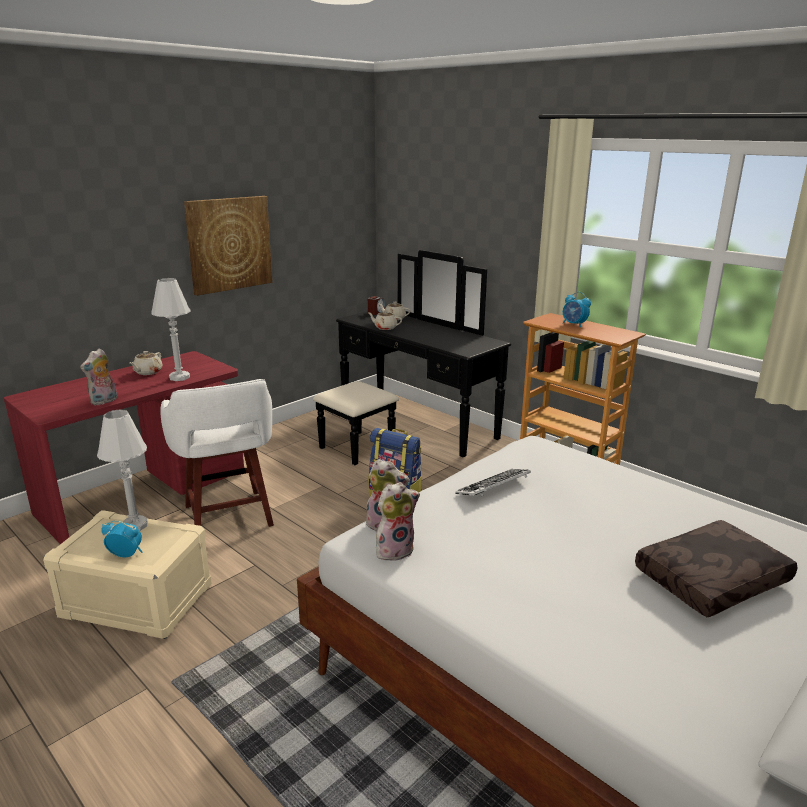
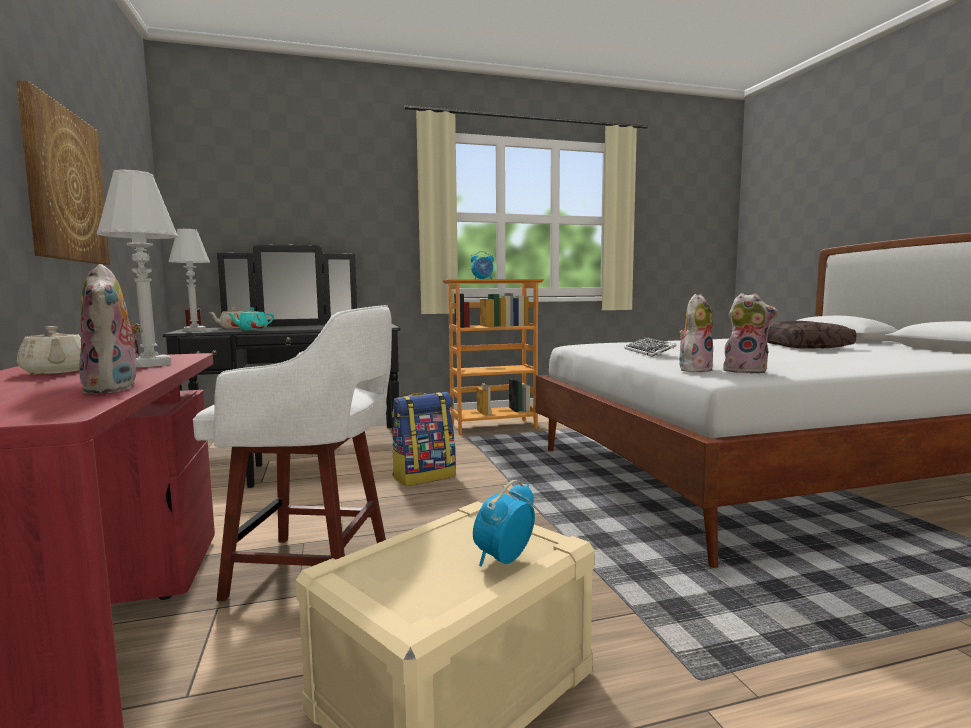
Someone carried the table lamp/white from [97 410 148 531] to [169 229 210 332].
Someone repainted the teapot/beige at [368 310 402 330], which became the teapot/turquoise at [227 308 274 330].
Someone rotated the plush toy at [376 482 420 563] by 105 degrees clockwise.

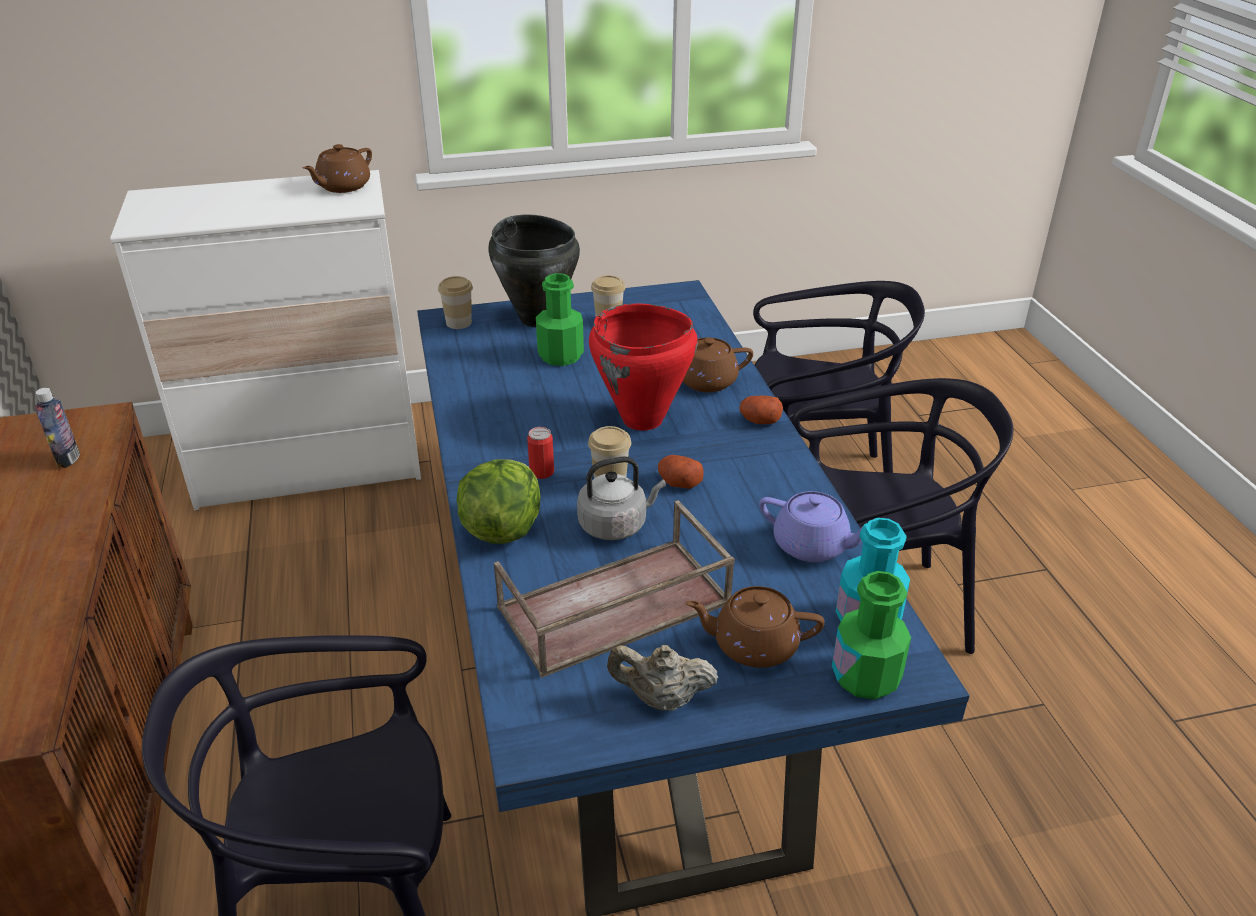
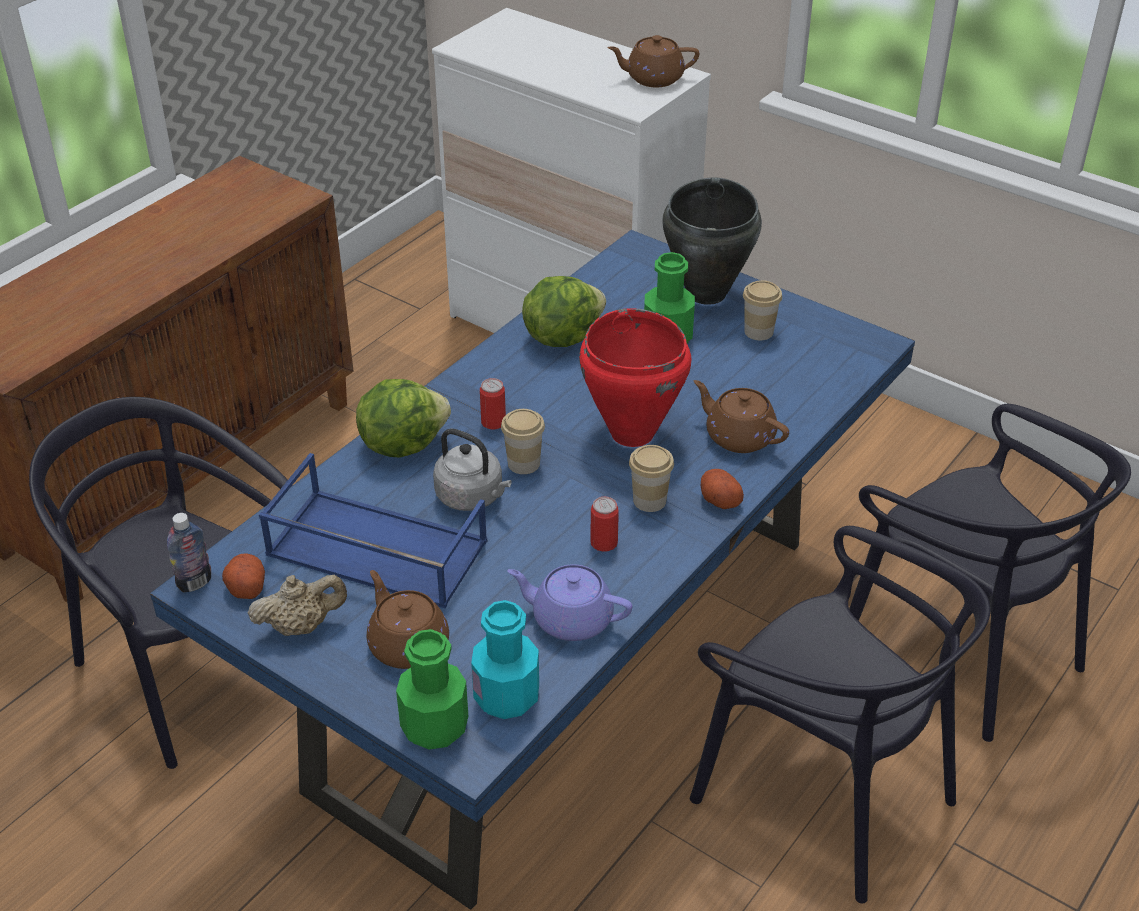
Someone carried the bottle from [36 388 80 468] to [167 513 211 593].
Someone carried the cup from [438 276 473 329] to [629 445 674 512].
Someone repainted the tray/brown at [494 500 735 678], which became the tray/blue at [259 453 487 608].
Someone rotated the teapot/beige at [607 645 718 711] by 105 degrees clockwise.
Someone carried the potato from [658 455 704 489] to [222 553 265 599].
Someone rotated the teapot/purple at [759 491 862 562] by 120 degrees clockwise.
Someone put down the lettuce at [522 276 606 347].
Someone put down the can at [590 497 619 552].

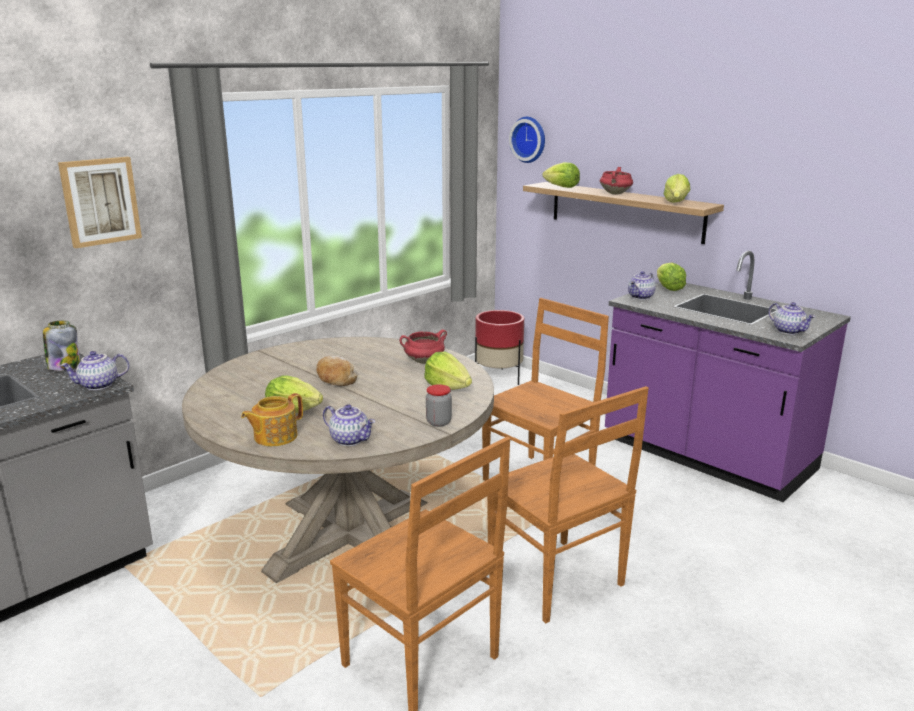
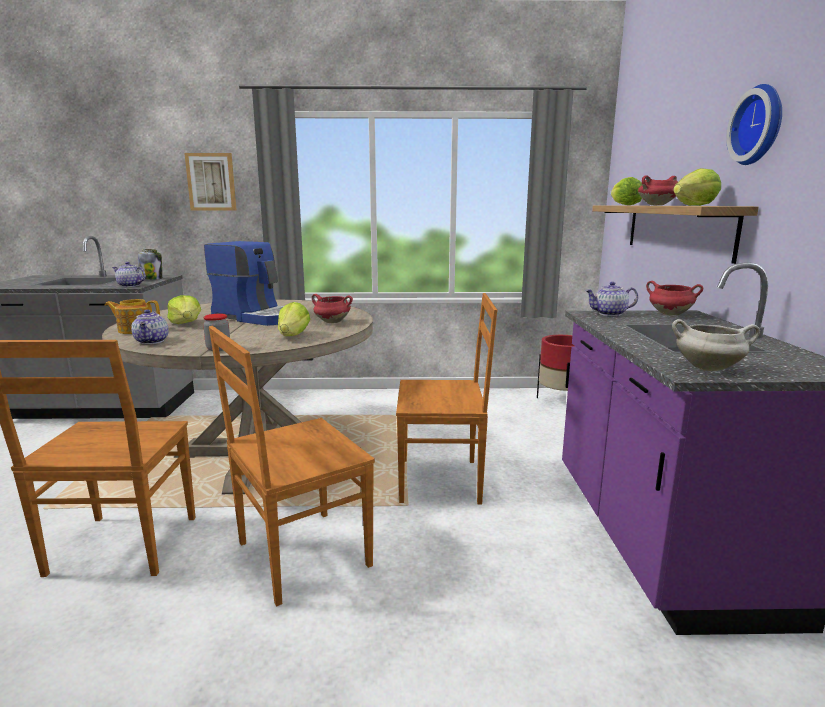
Someone swapped the bread at [316 356 357 386] for the coffee machine at [204 241 284 326].
Someone rotated the chair/brown at [487 386 649 623] by 45 degrees clockwise.
Someone carried the wall clock from [509 117 545 163] to [726 84 782 165].
Someone swapped the lettuce at [657 262 686 291] for the cooking pot/red at [646 281 703 316].
Someone swapped the teapot at [769 302 816 335] for the cooking pot/white at [672 319 760 371].

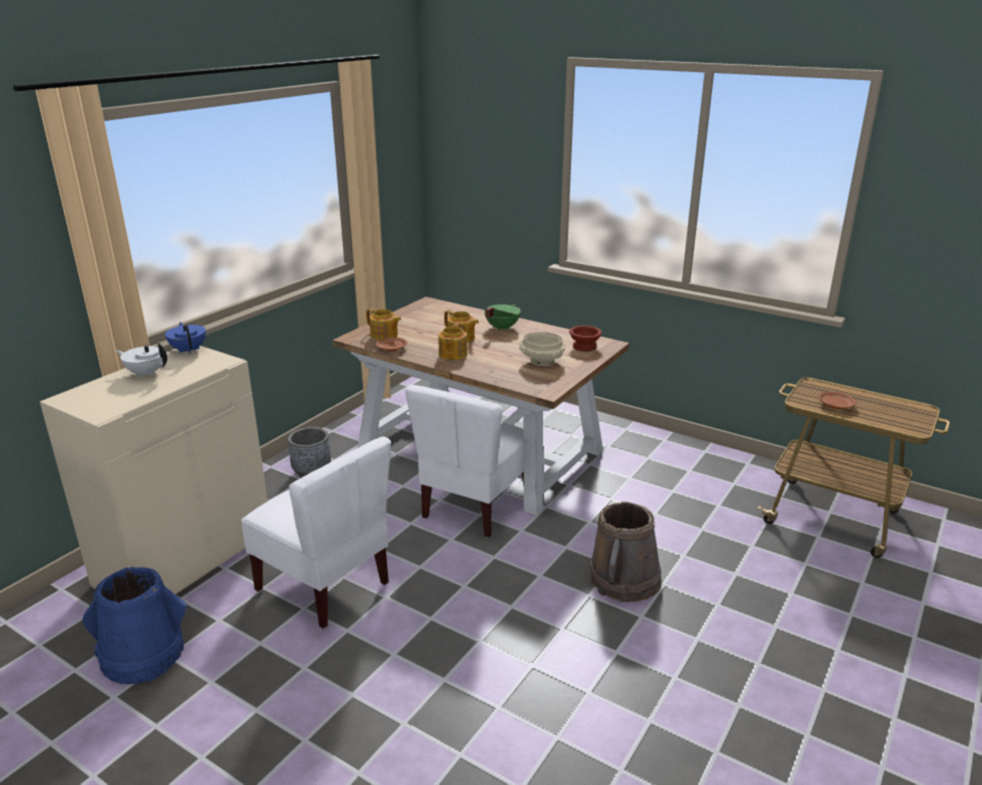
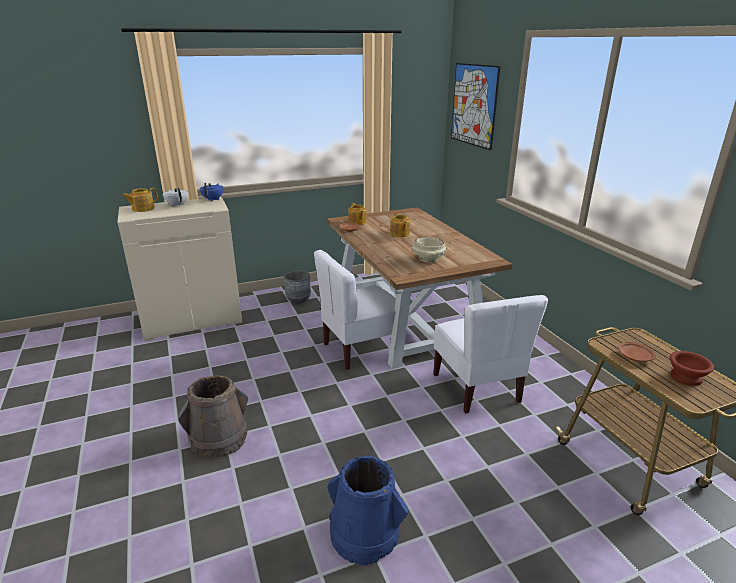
Someone carried the bucket/blue from [82 567 187 685] to [328 456 409 566].
Someone carried the chair/white from [241 436 391 629] to [433 295 548 414].
Someone carried the teapot from [438 323 468 360] to [122 187 158 212].
Someone took away the cooking pot/green at [484 304 521 330].
Someone carried the bowl/brown from [569 325 602 351] to [669 351 714 386].
Someone carried the bucket/brown from [590 502 662 602] to [178 375 248 458].
Someone put up the picture at [451 63 500 150].

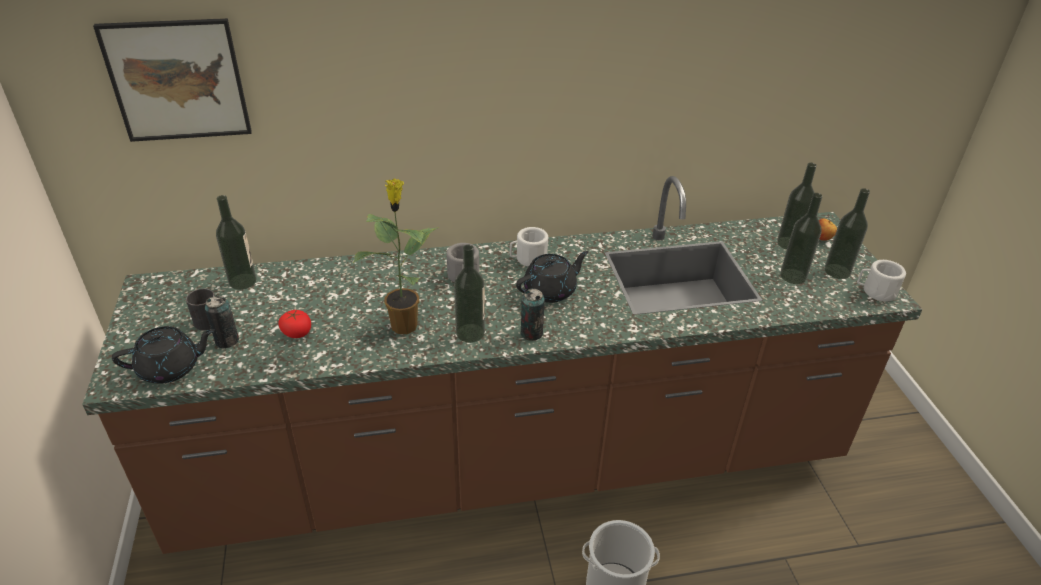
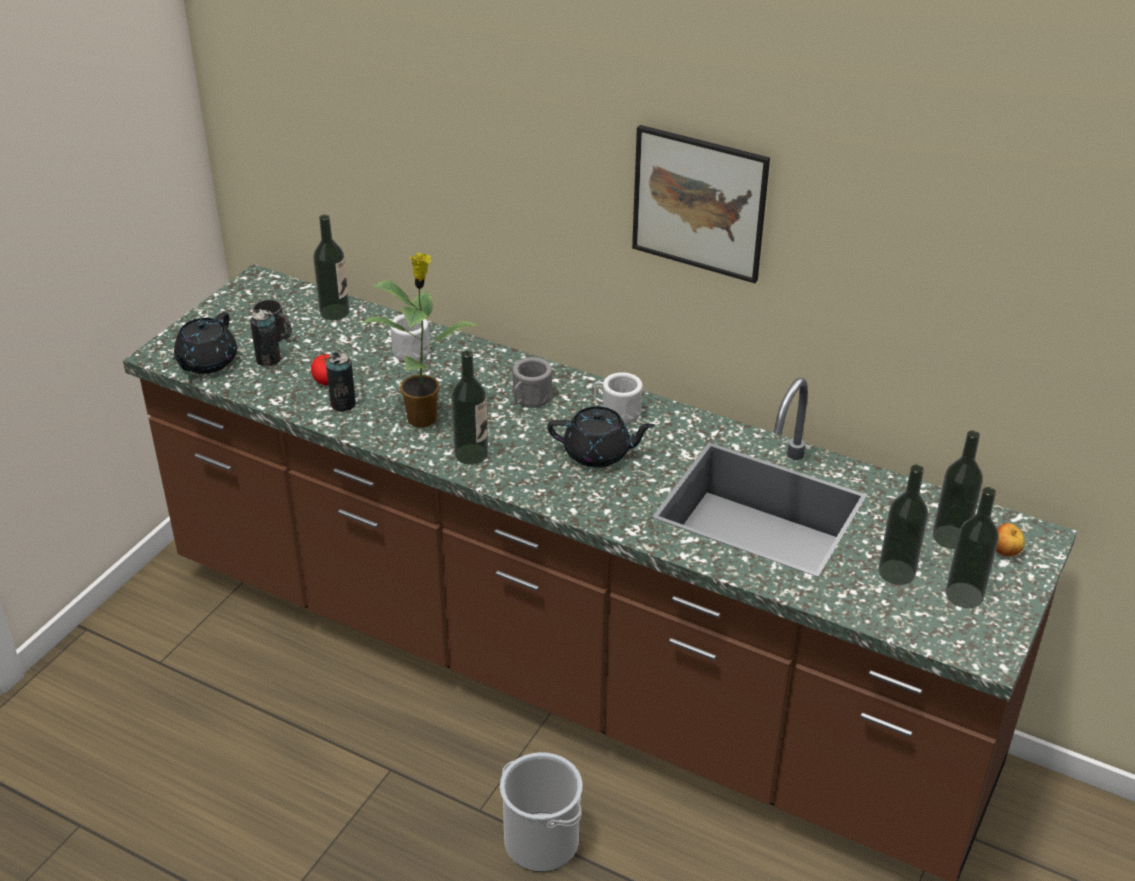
Someone carried the picture from [93 18 252 142] to [632 125 770 283].
Someone rotated the teapot/black at [112 326 215 383] by 90 degrees clockwise.
Someone carried the can from [520 289 545 341] to [326 352 356 411].
Someone carried the mug/white from [857 260 906 302] to [390 314 430 361].

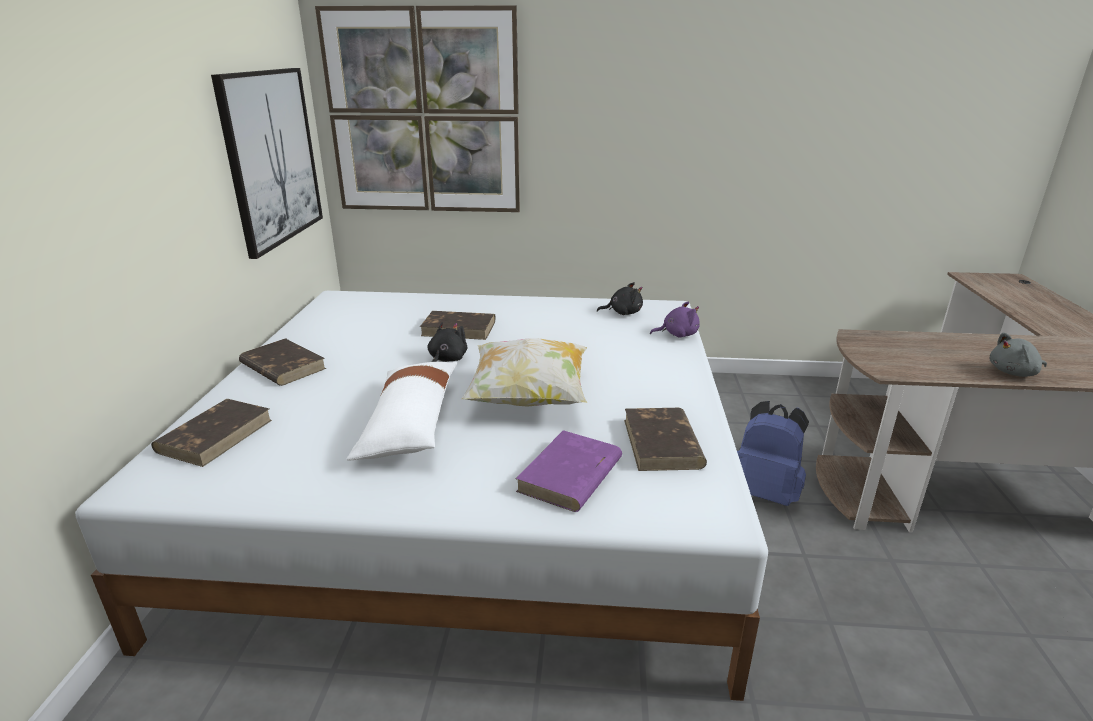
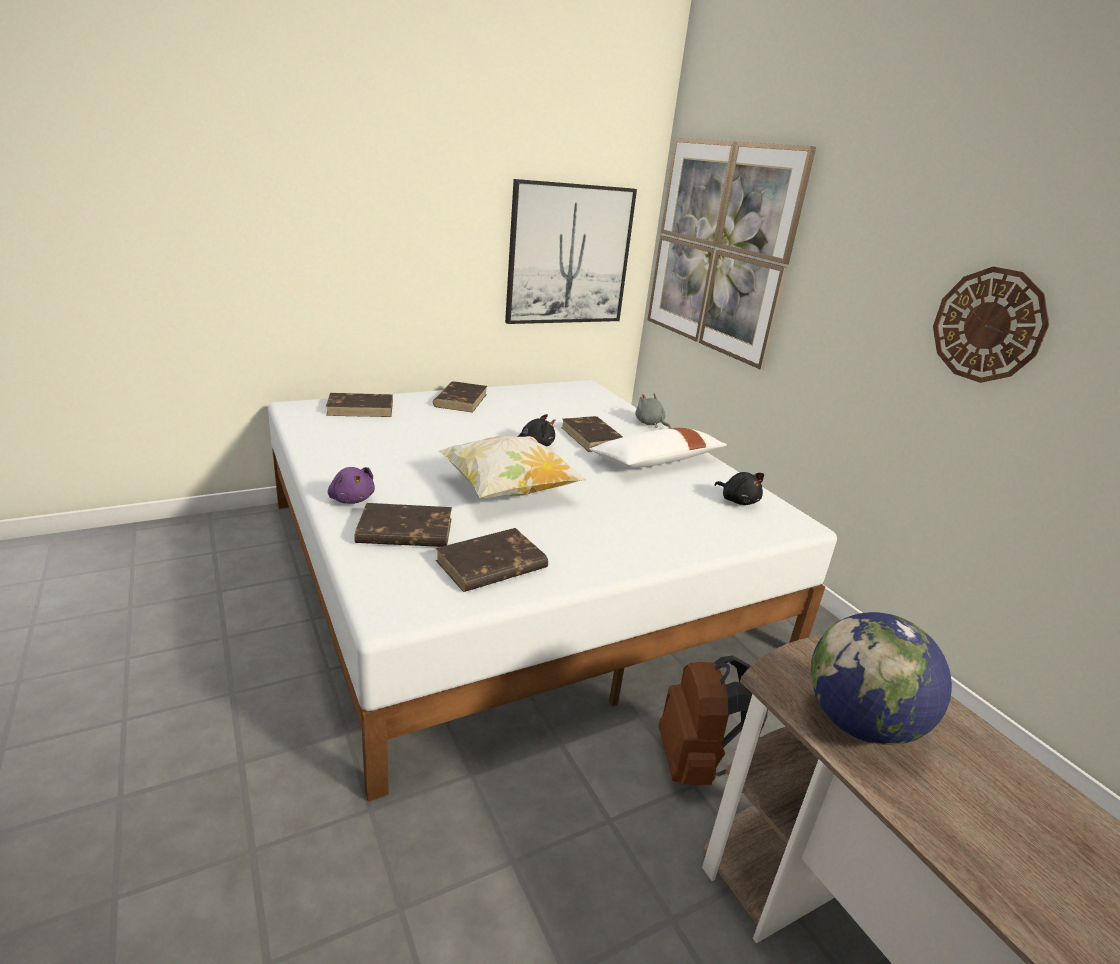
Someone carried the pillow/white from [346 362 457 461] to [589 428 727 468].
Someone repainted the book/purple at [516 430 622 512], which became the book/brown at [354 503 452 547].
Someone carried the plush toy/purple from [650 301 700 337] to [328 467 375 504].
Someone repainted the backpack/blue at [737 401 809 506], which became the backpack/brown at [659 656 768 785].
Someone carried the plush toy/grey from [989 333 1047 377] to [635 394 671 428].
Someone put down the globe at [811 612 952 745].
Someone put up the wall clock at [933 267 1049 383].

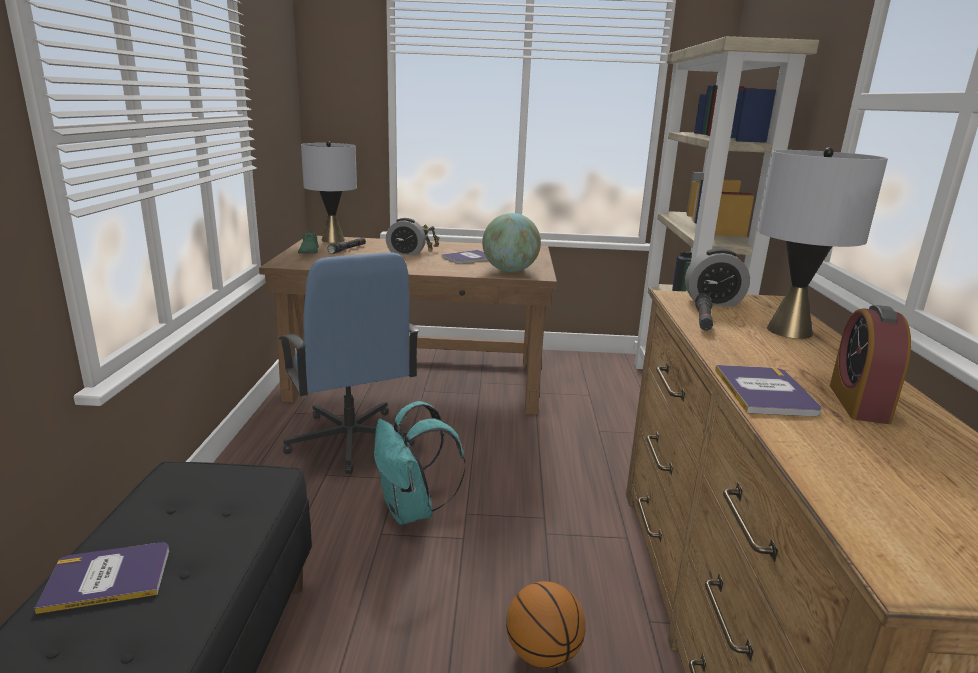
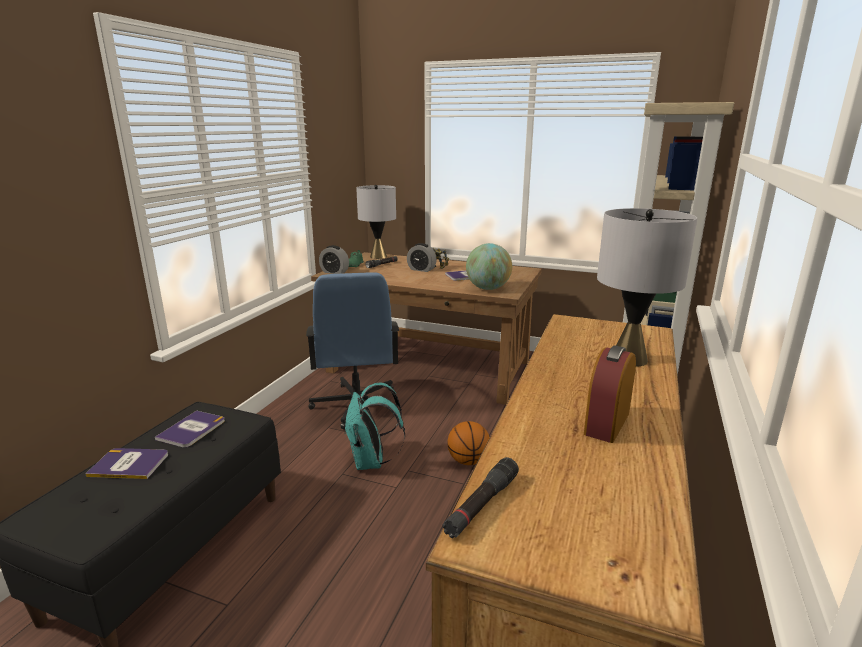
Someone carried the basketball from [506 581 586 668] to [447 421 490 465].
Someone carried the alarm clock from [685 248 750 307] to [319 245 349 274].
Someone carried the flashlight/black from [695 293 713 331] to [442 457 519 538].
Someone carried the book from [715 365 822 416] to [155 411 225 448].

